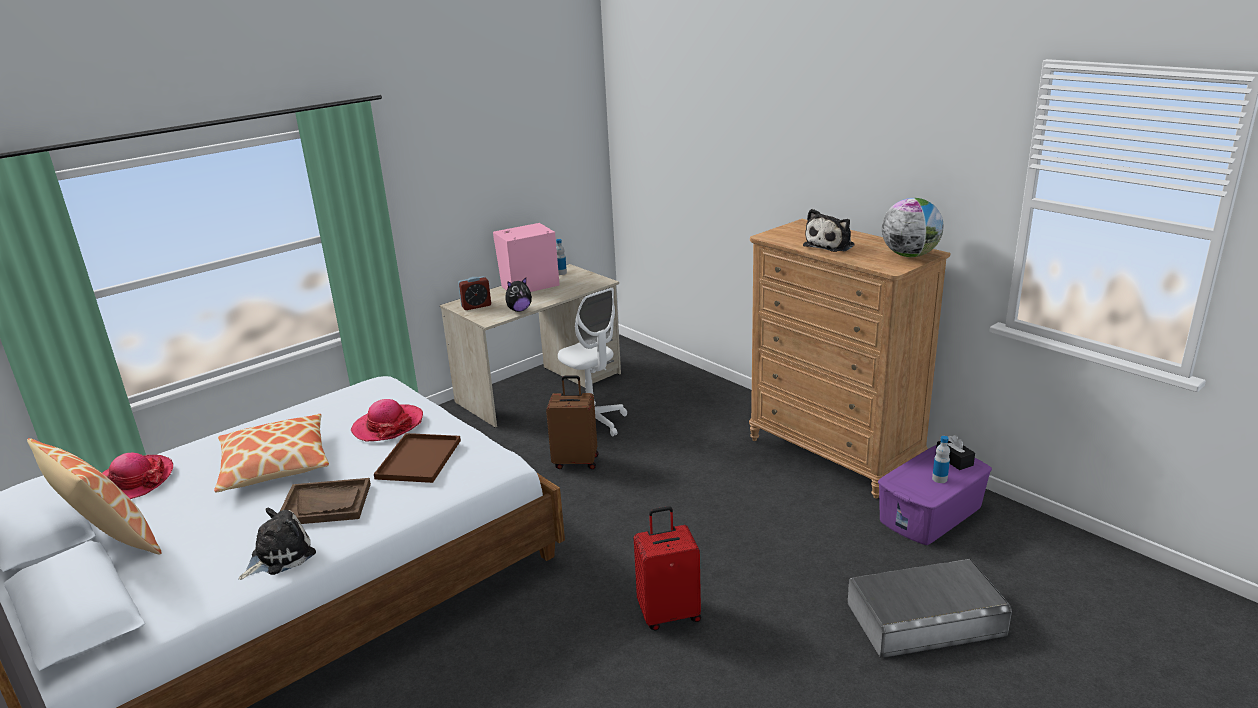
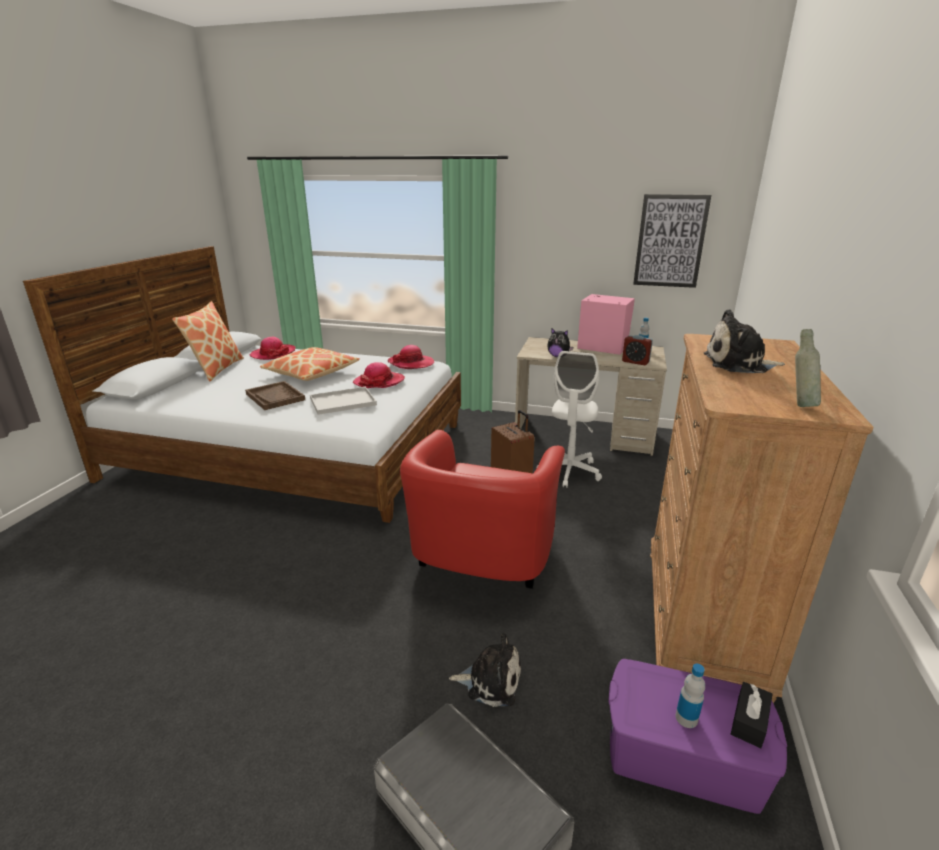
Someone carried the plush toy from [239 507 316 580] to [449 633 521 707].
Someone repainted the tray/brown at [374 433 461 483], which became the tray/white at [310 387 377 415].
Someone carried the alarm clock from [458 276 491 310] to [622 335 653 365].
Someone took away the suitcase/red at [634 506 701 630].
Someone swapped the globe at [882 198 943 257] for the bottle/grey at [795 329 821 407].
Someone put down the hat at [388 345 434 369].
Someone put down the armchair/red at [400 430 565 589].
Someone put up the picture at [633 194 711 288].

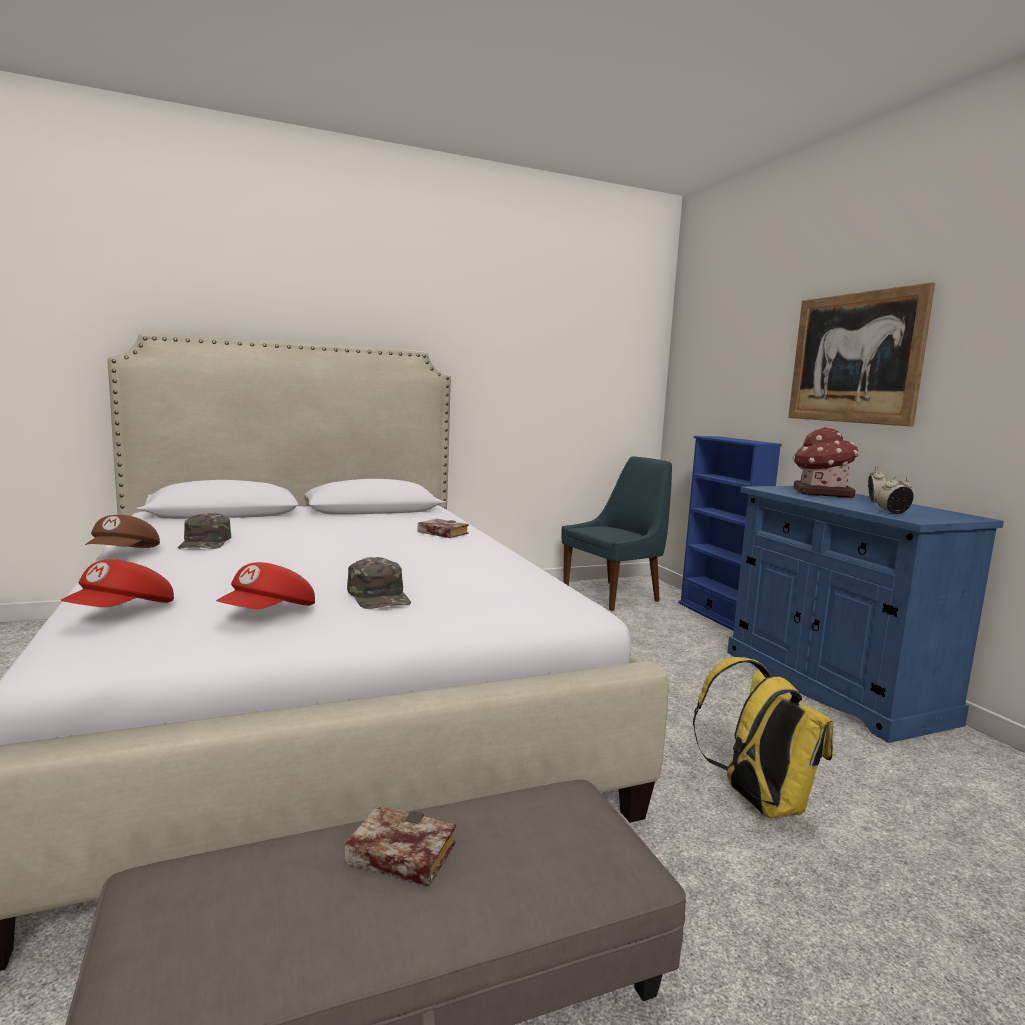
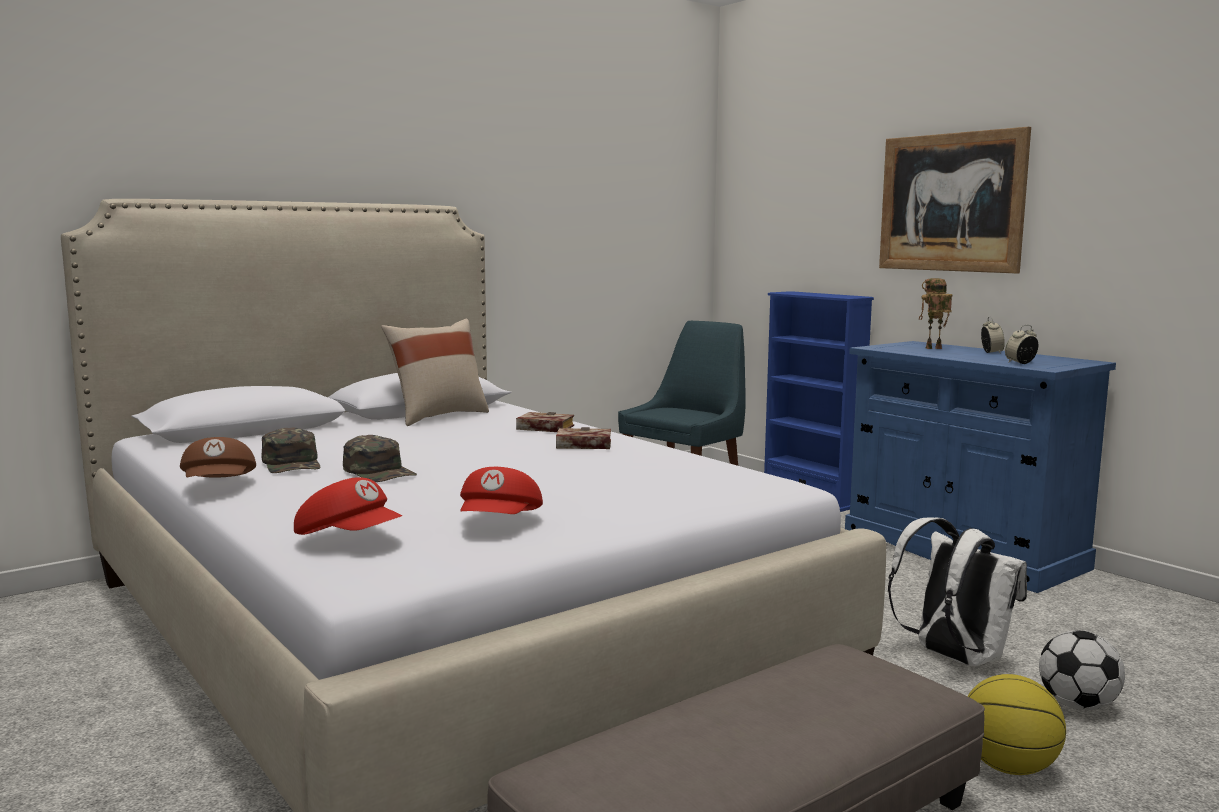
Someone rotated the cap/red at [60 559 174 607] by 60 degrees counterclockwise.
Someone carried the book from [345 805 456 886] to [556 427 611 449].
Someone carried the cap/green from [347 557 411 609] to [343 435 417 482].
Someone repainted the backpack/yellow at [693 657 833 818], which became the backpack/white at [888 517 1027 666].
Someone swapped the toy house at [793 427 859 498] for the toy robot at [919 278 953 349].
Someone put down the pillow/beige at [381 319 489 426].
Someone put down the basketball at [967 674 1066 775].
Someone put down the football at [1039 630 1125 710].

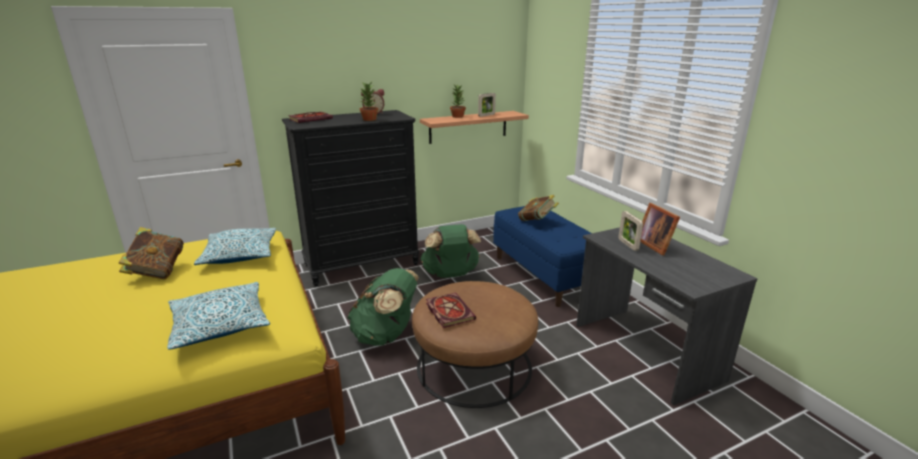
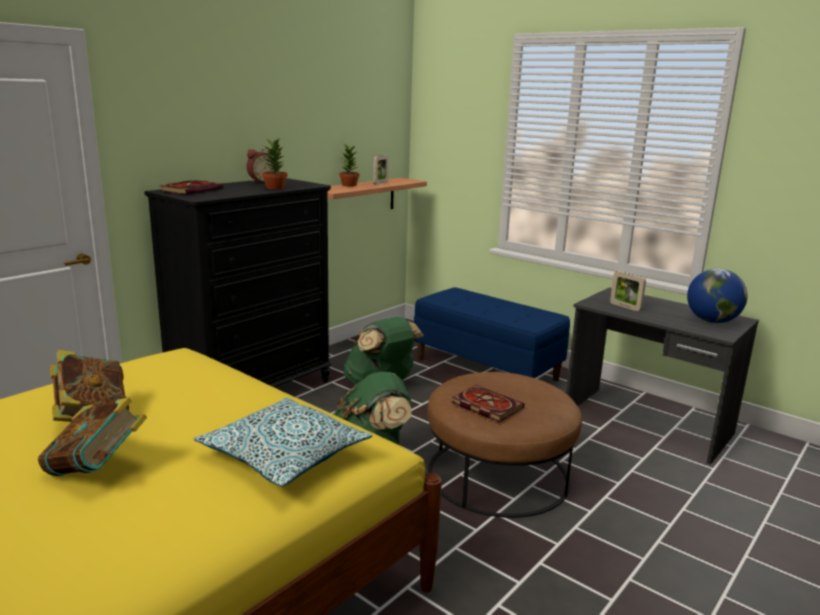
Someone took away the pillow at [194 228 276 265].
Someone carried the book from [518 195 559 221] to [38 397 147 476].
Someone took away the picture frame at [640 203 680 255].
Someone put down the globe at [687 268 748 323].

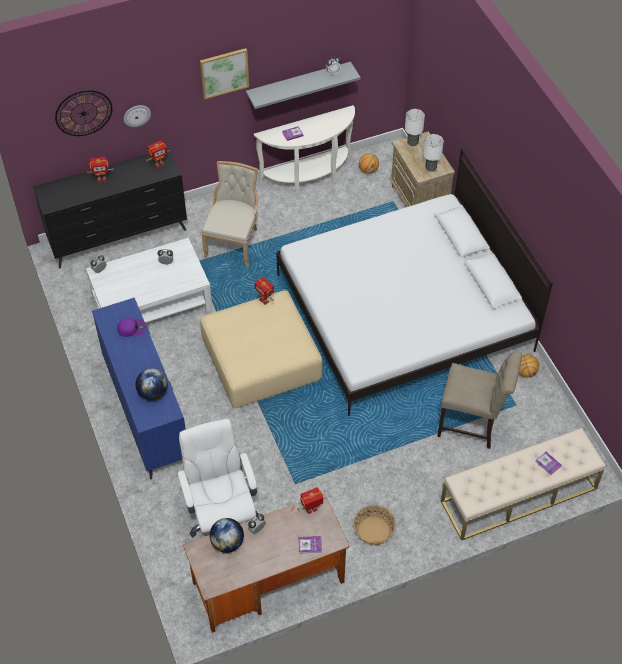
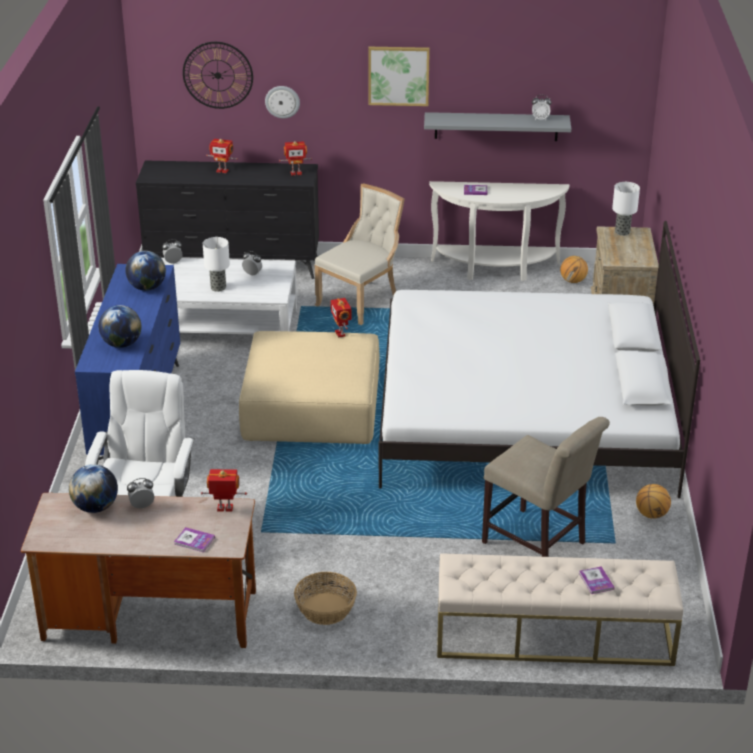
Someone swapped the cap/purple at [117 318 146 337] for the globe at [125 251 166 291].
Someone carried the table lamp from [423 134 444 172] to [203 237 230 292].

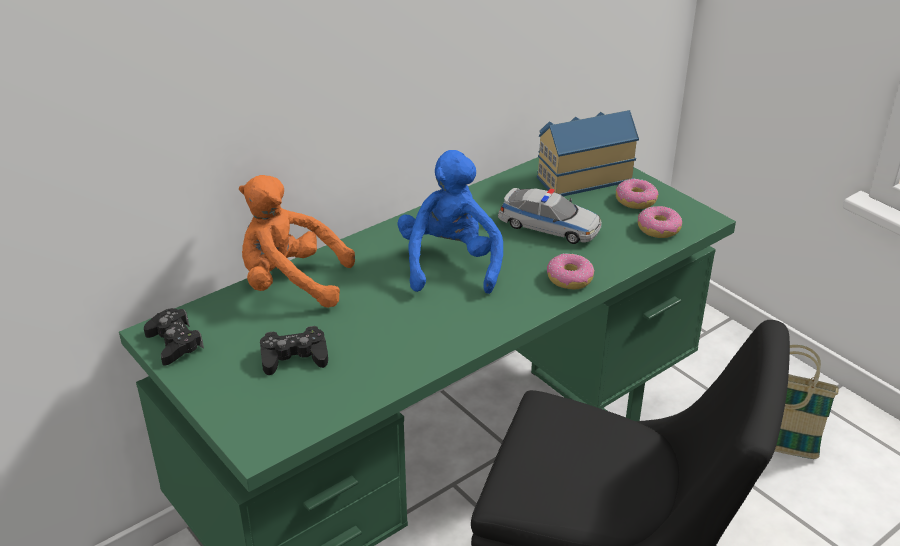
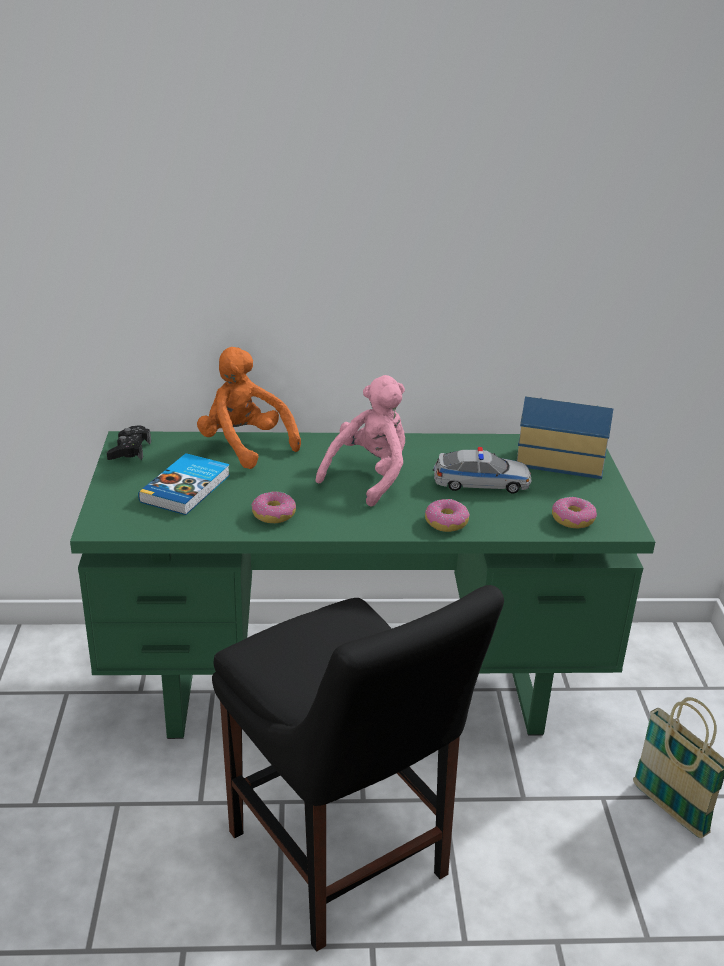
Someone swapped the game controller/black at [260 326 328 375] for the book at [138 453 230 515].
Someone repainted the plush toy/blue at [398 150 503 294], which became the plush toy/pink at [316 375 405 507].
Someone rotated the toy car at [498 188 602 244] by 60 degrees counterclockwise.
Someone carried the donut from [616 179 659 209] to [251 491 296 523].

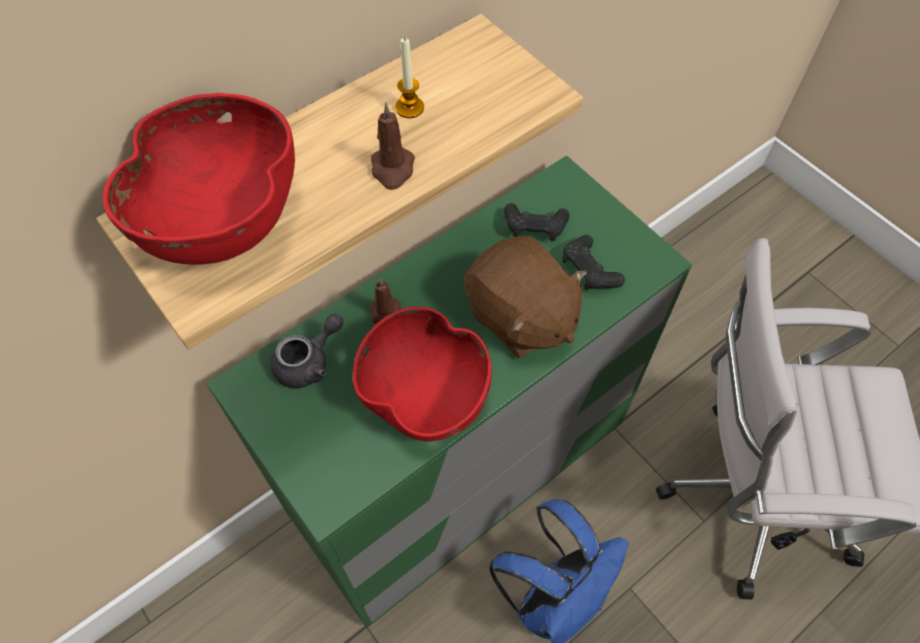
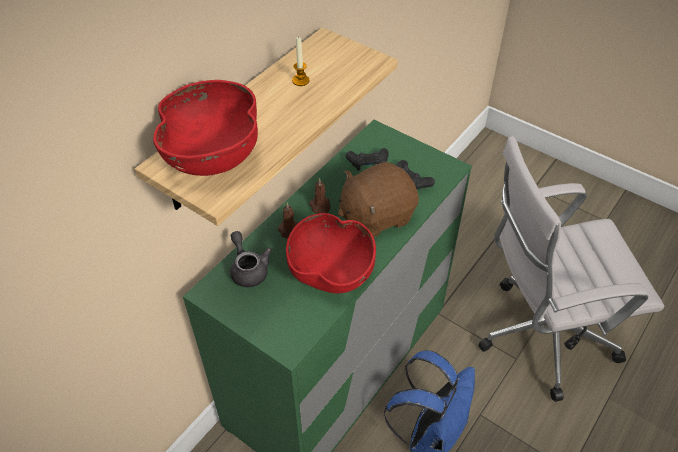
Someone rotated the teapot/grey at [271 313 343 388] by 60 degrees counterclockwise.
Someone carried the candle/brown from [371 103 415 190] to [309 178 331 214].
Someone rotated the plush toy/brown at [463 235 587 358] by 120 degrees clockwise.

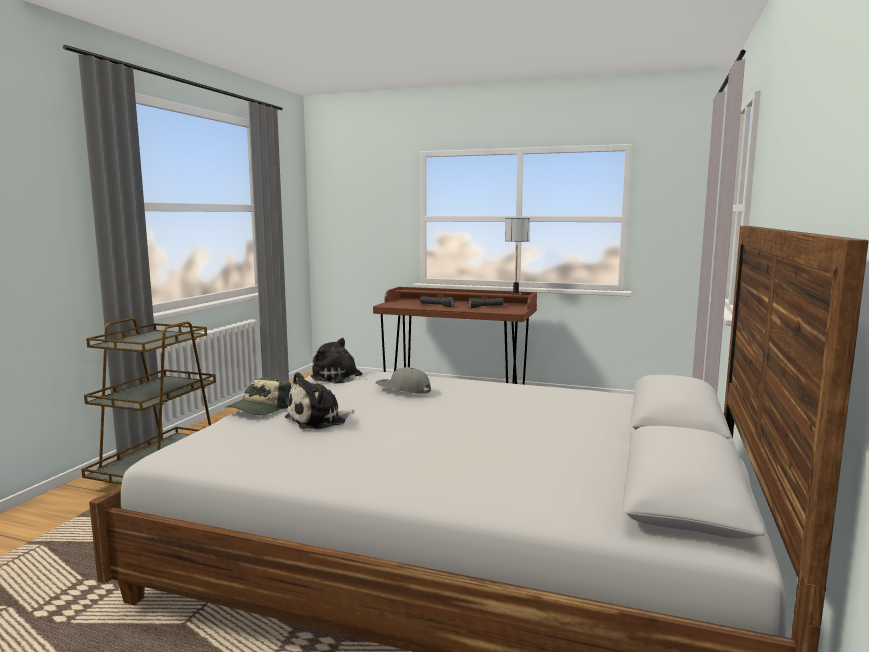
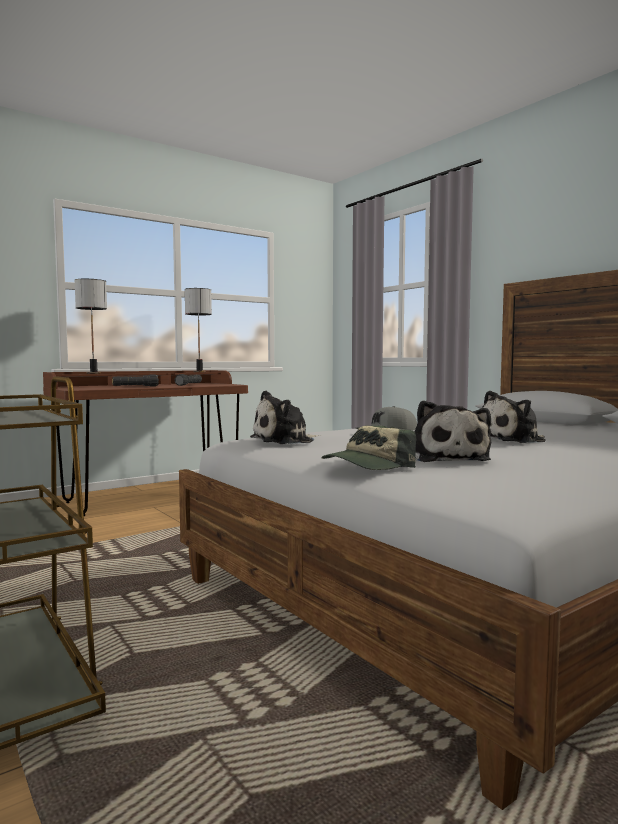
Someone rotated the cap at [225 377 292 415] by 75 degrees clockwise.
Someone put down the table lamp at [75 279 107 374].
Someone put down the plush toy at [482 391 546 443].

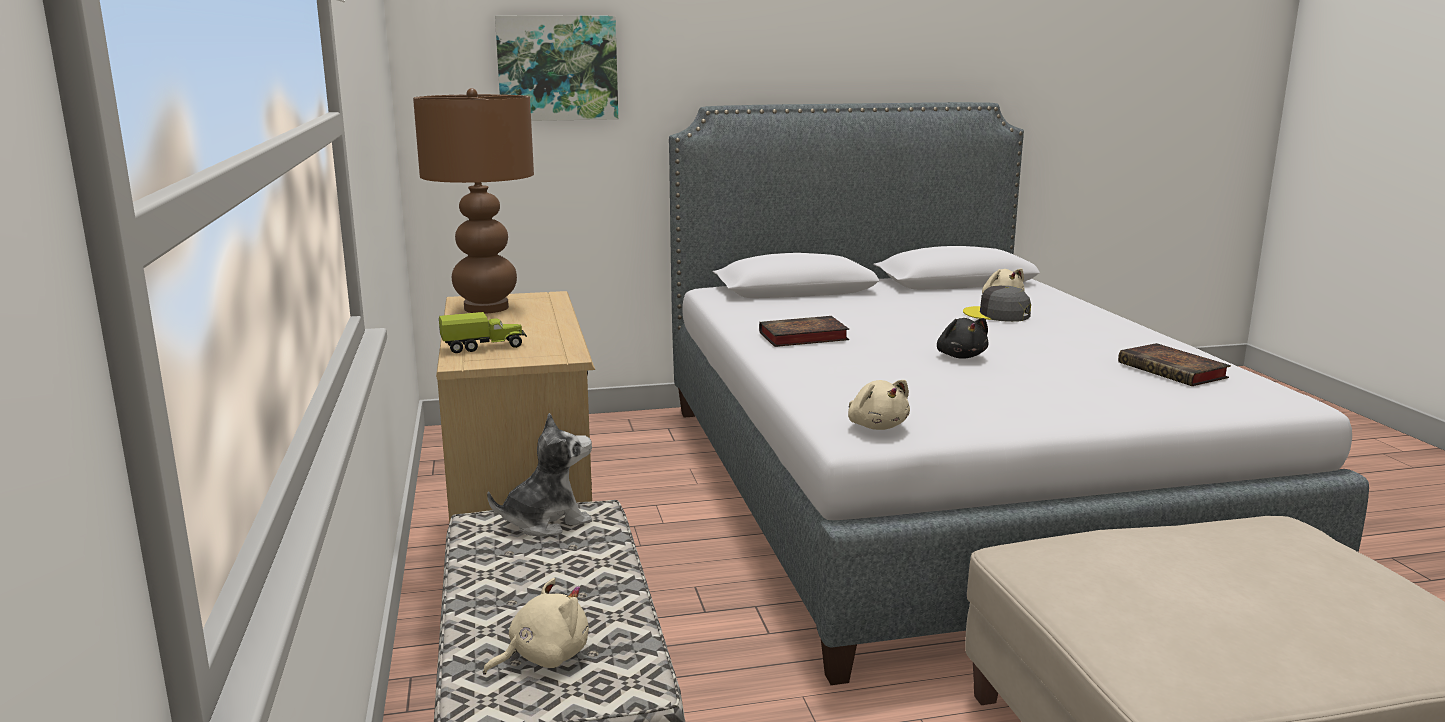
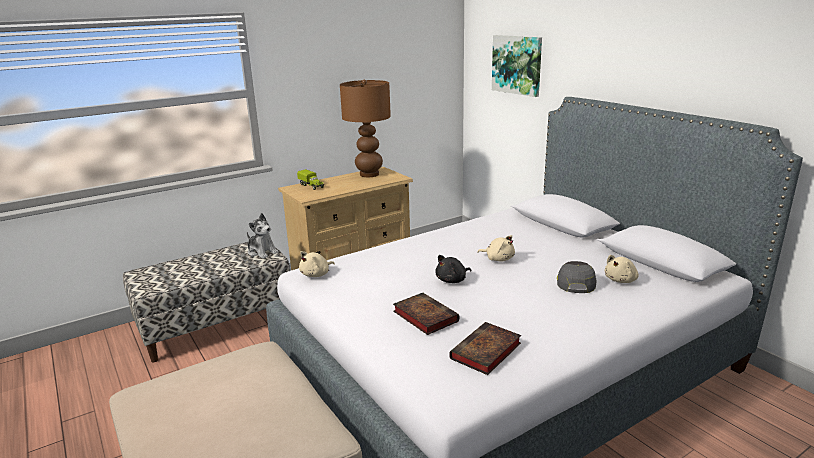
Someone carried the plush toy/beige from [483 578 589 675] to [477 235 515 261].
Someone carried the book from [759 316 849 347] to [393 293 459 335].

